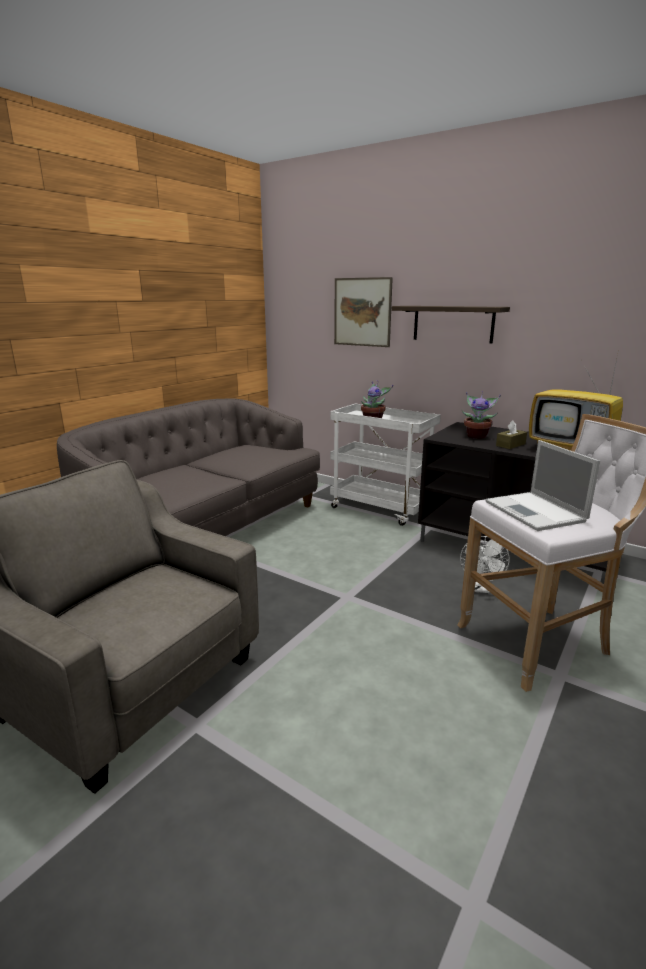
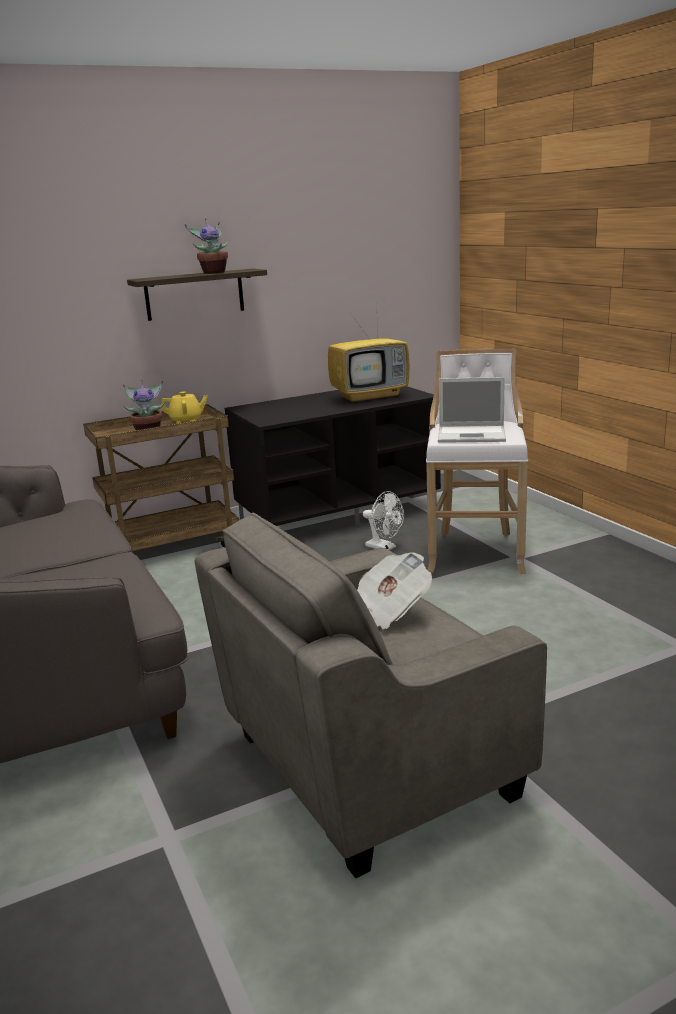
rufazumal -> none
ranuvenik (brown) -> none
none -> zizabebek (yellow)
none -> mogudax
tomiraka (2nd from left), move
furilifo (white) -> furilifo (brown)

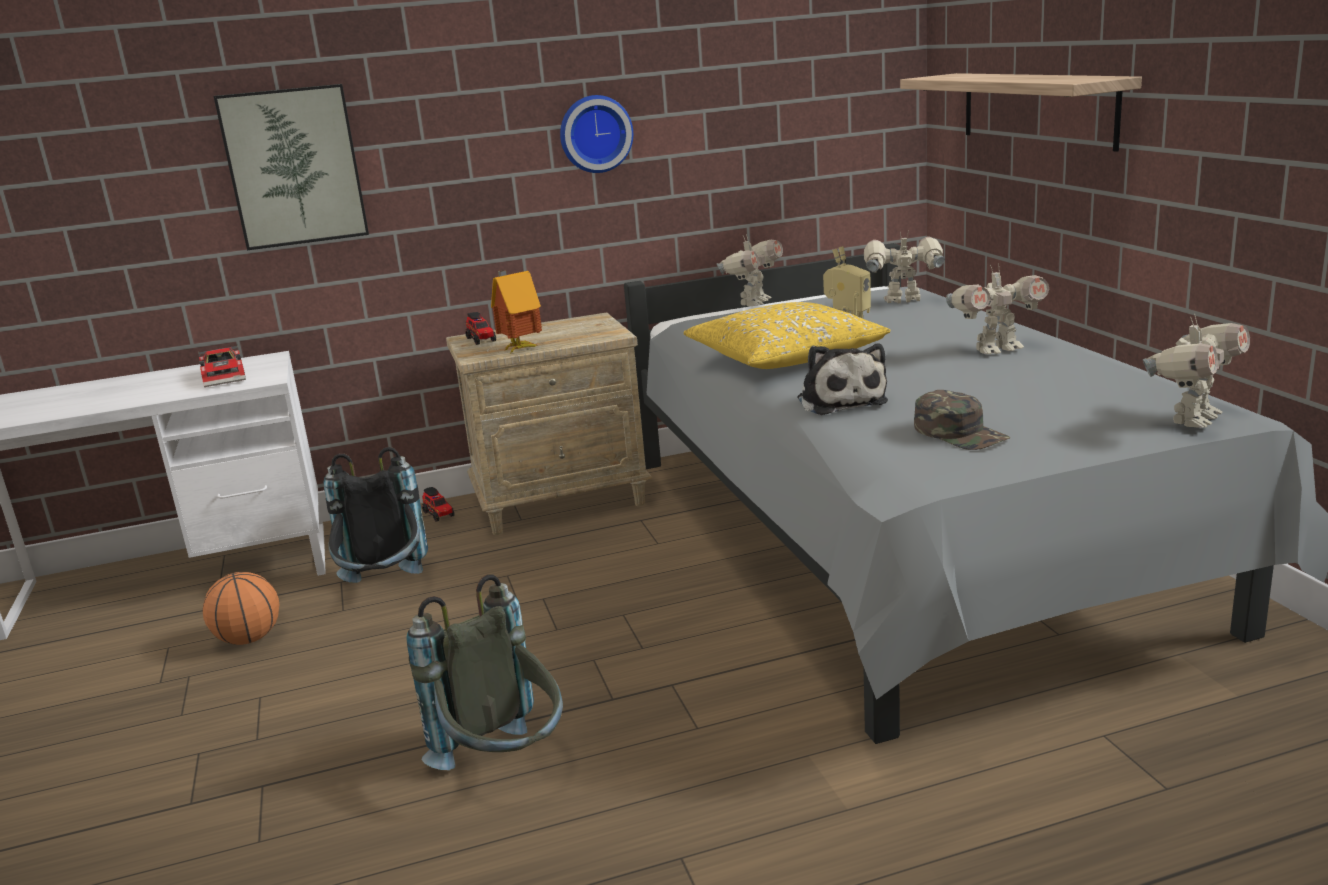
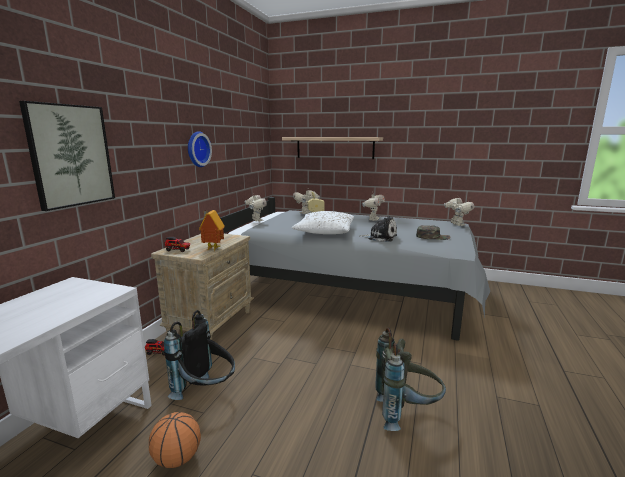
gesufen -> none
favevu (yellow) -> favevu (white)

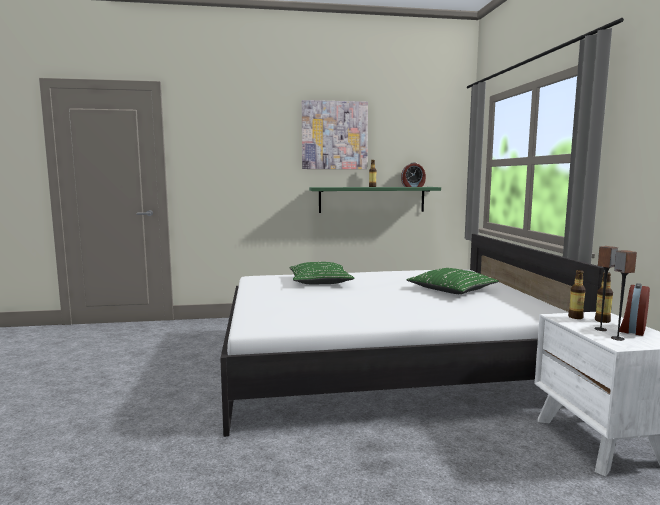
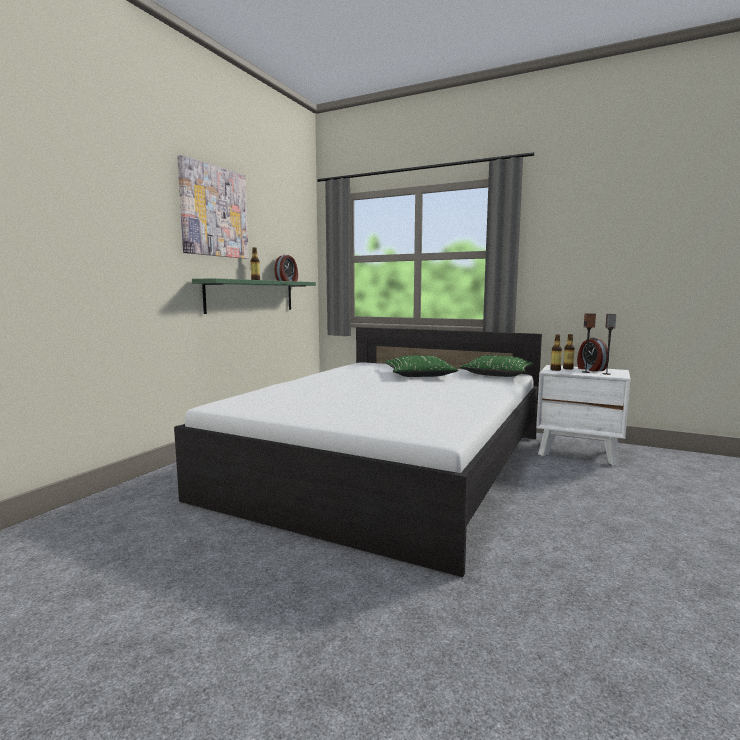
favevu (green) (1st from left in the first image) -> favevu (green) (2nd from left), move

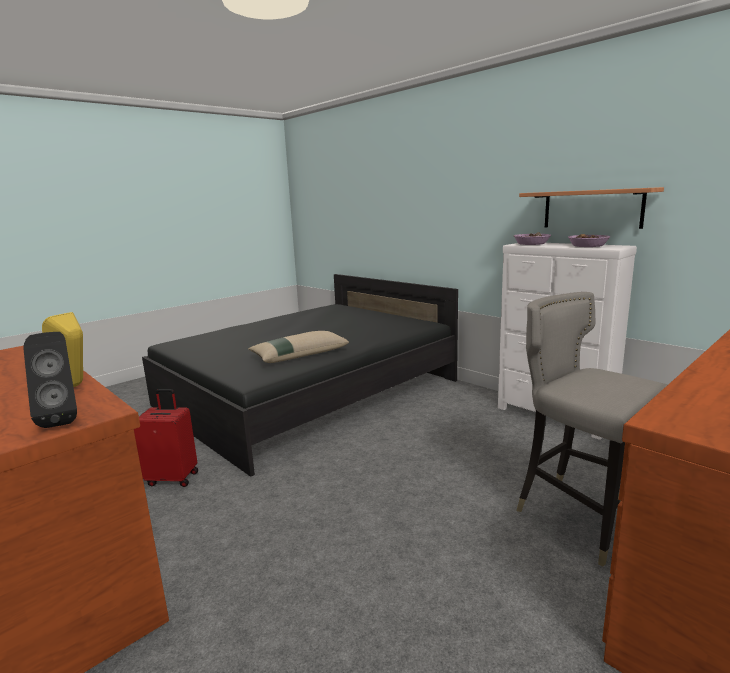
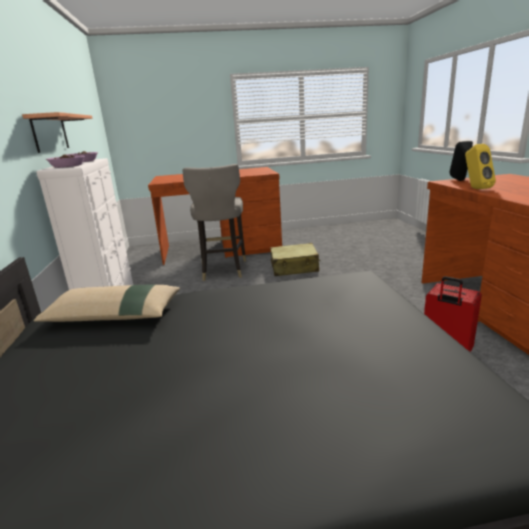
none -> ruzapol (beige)
favevu (beige), move

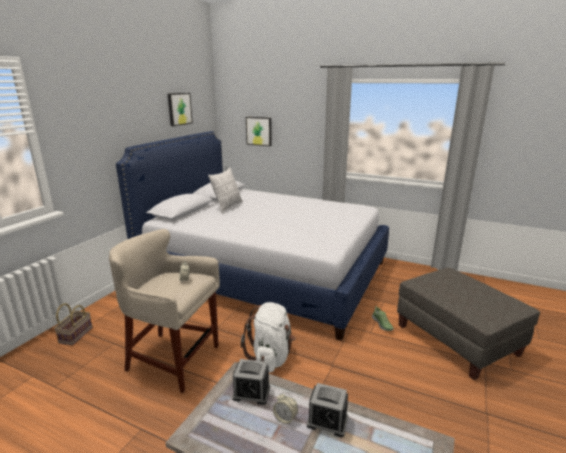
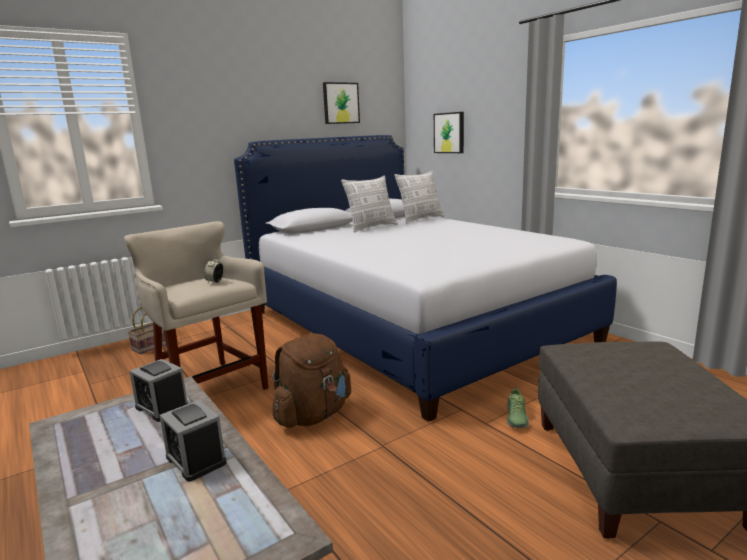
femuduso (3rd from left) -> none
none -> favevu (2nd from left)
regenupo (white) -> regenupo (brown)

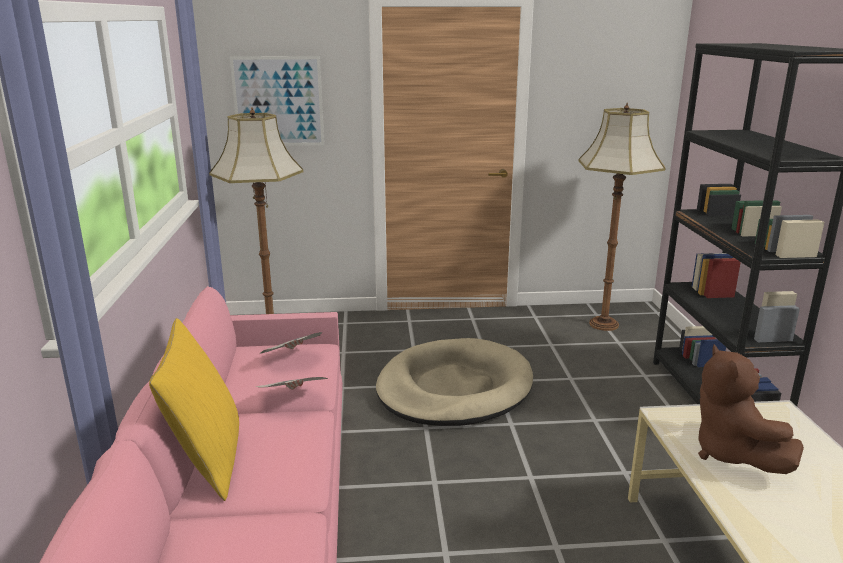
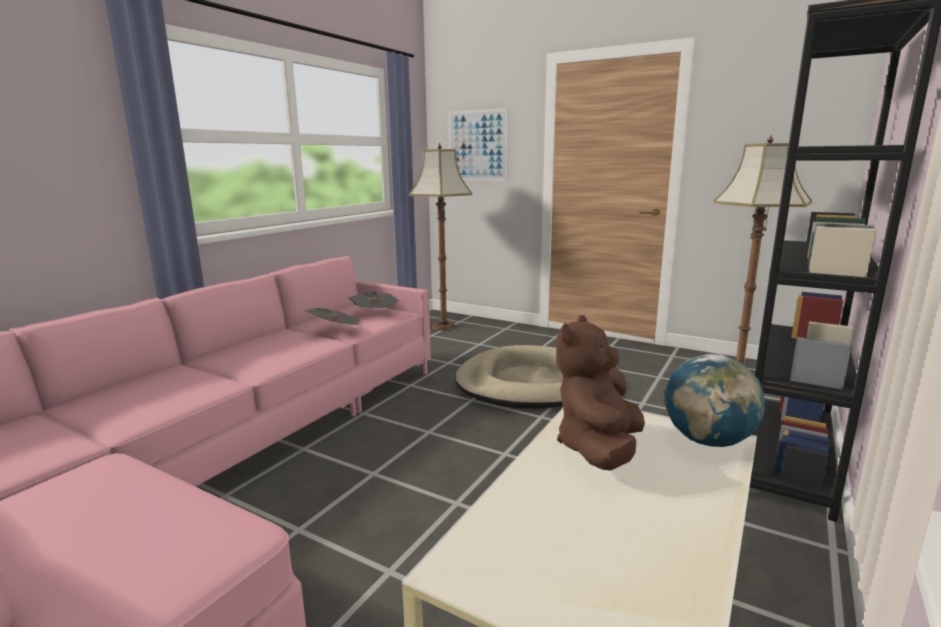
favevu (yellow) -> none
none -> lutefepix

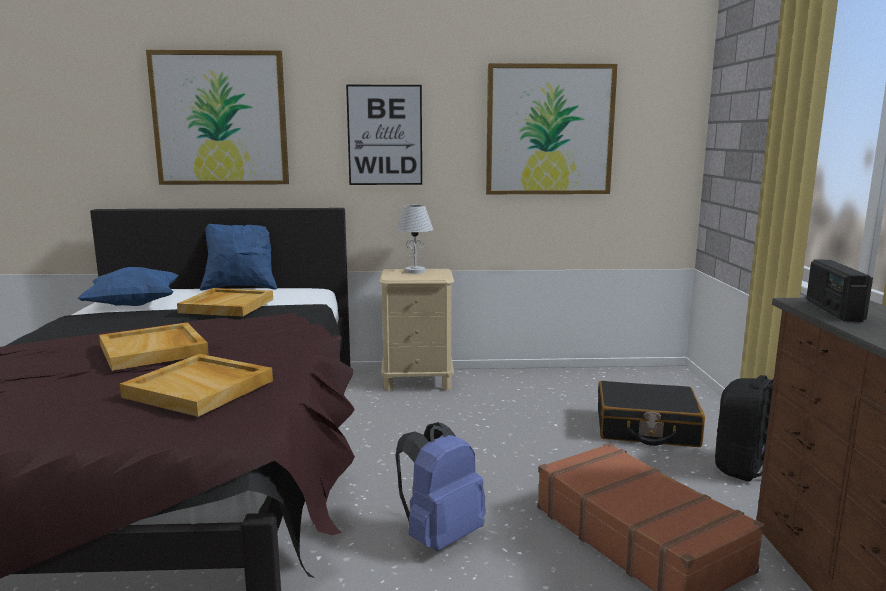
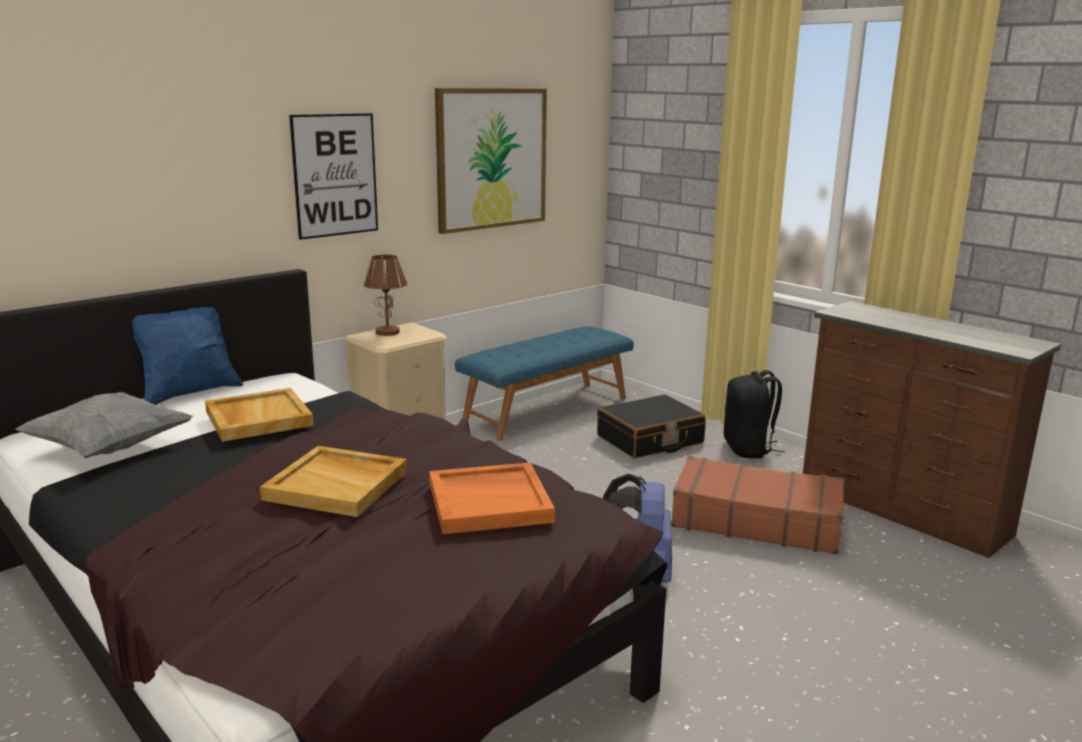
rufazumal (1st from left) -> none
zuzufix -> none
none -> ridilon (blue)
favevu (blue) (1st from left) -> favevu (grey)
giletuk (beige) (2nd from left) -> giletuk (orange)
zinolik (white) -> zinolik (brown)

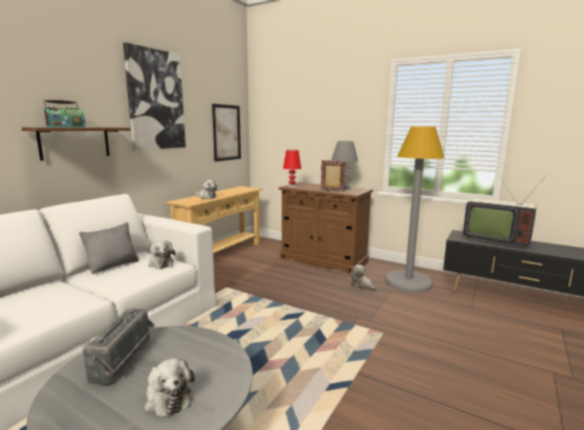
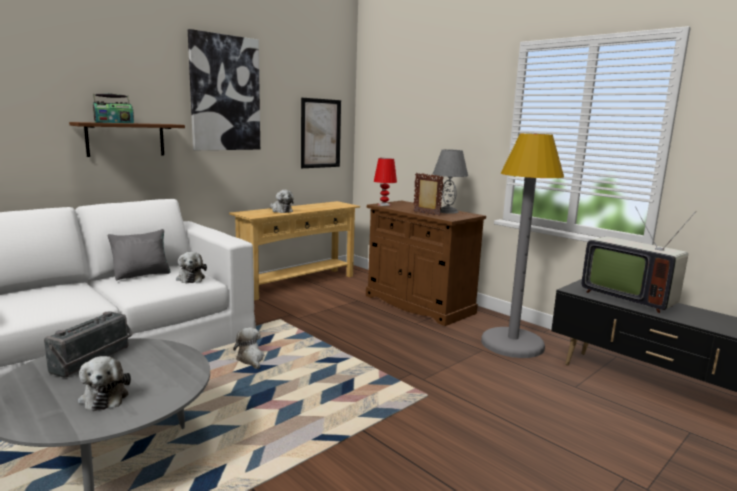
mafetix (4th from left in the first image) -> mafetix (3rd from left), move

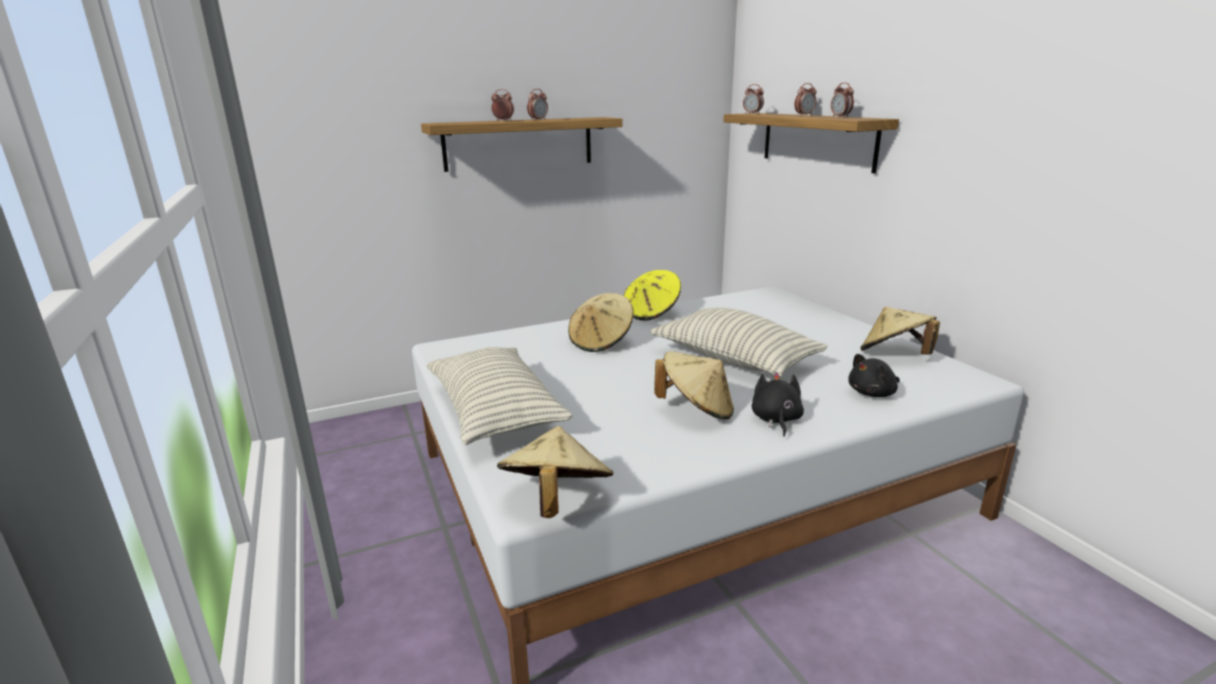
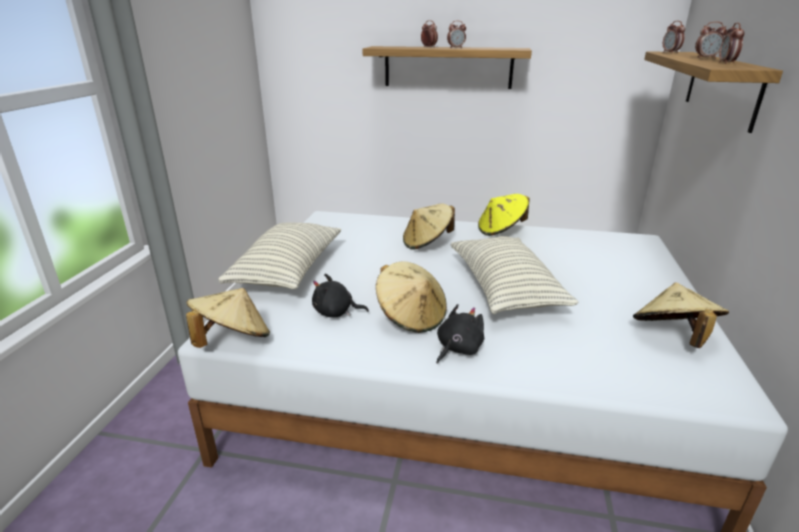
mafetix (black) (2nd from left in the first image) -> mafetix (black) (1st from left), move

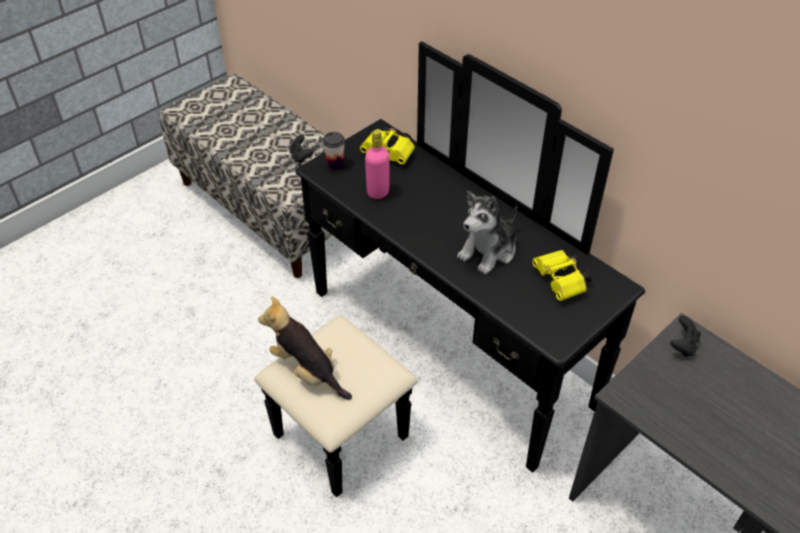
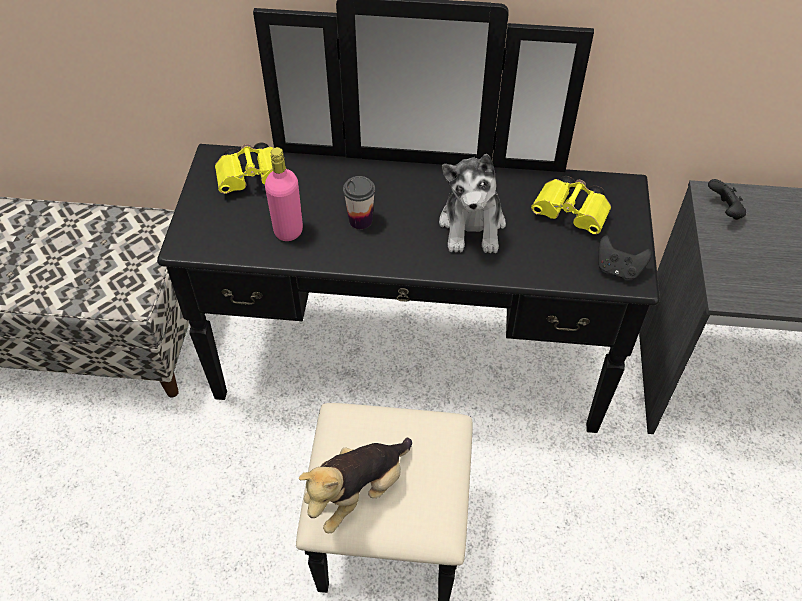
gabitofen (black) (1st from left), move
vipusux, move
mafetix (1st from left), 45 degrees counterclockwise

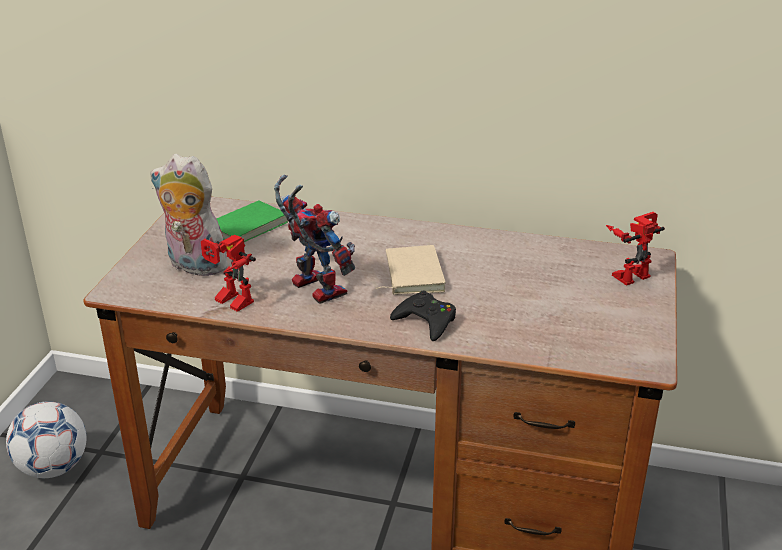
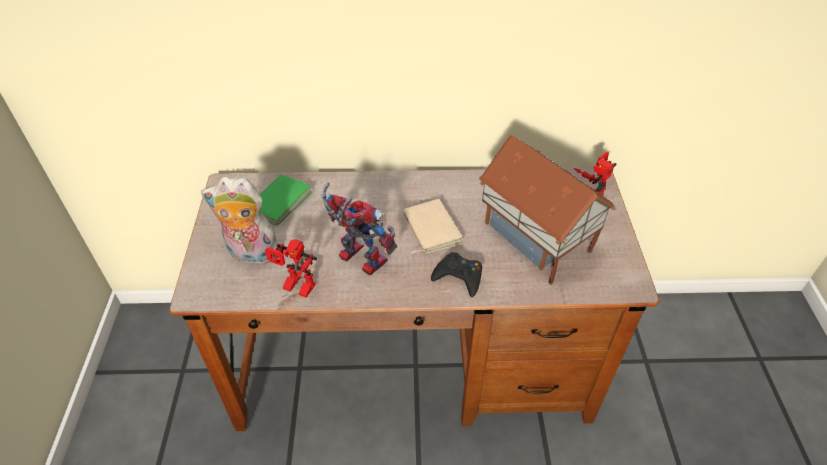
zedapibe -> none
none -> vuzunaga

